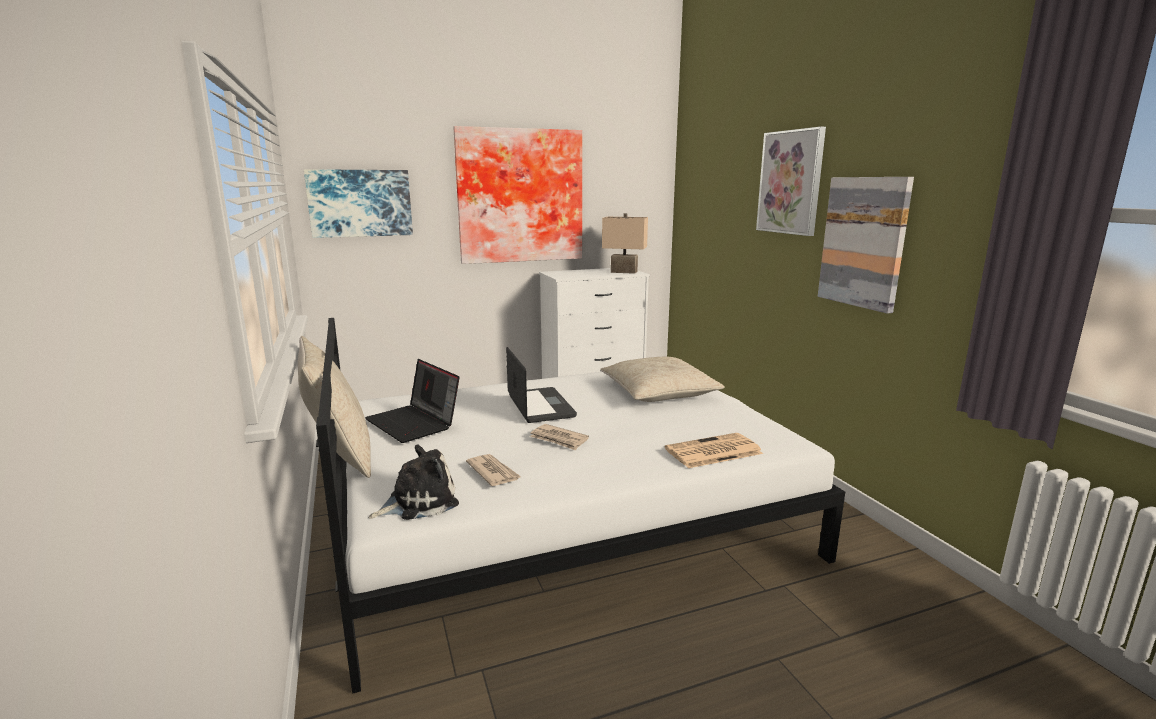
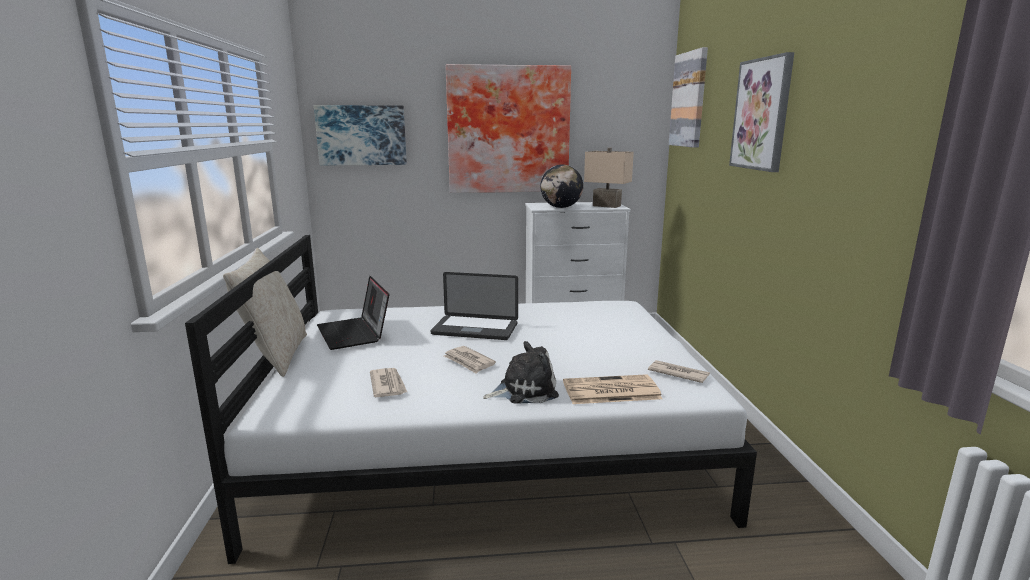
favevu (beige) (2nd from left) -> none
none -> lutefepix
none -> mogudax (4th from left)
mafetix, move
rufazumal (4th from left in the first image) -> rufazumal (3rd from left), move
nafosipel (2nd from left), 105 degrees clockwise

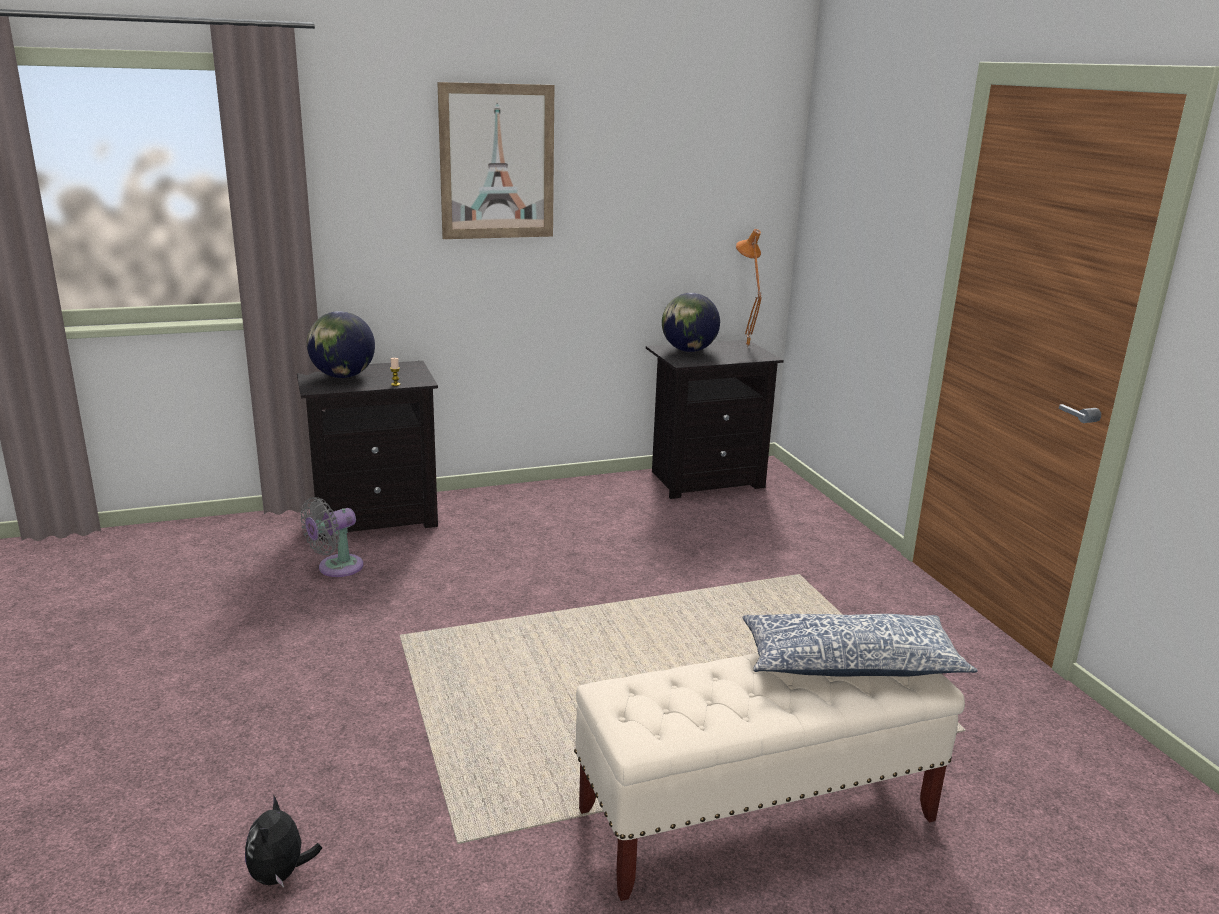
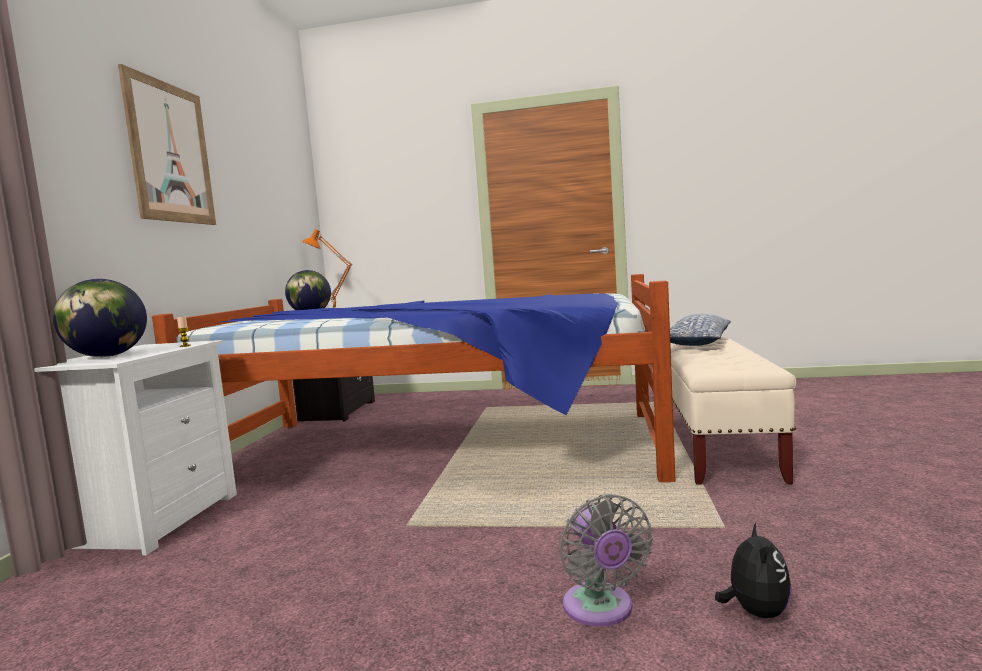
none -> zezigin
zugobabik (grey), move
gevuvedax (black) (1st from left) -> gevuvedax (white)
mafetix, 105 degrees counterclockwise

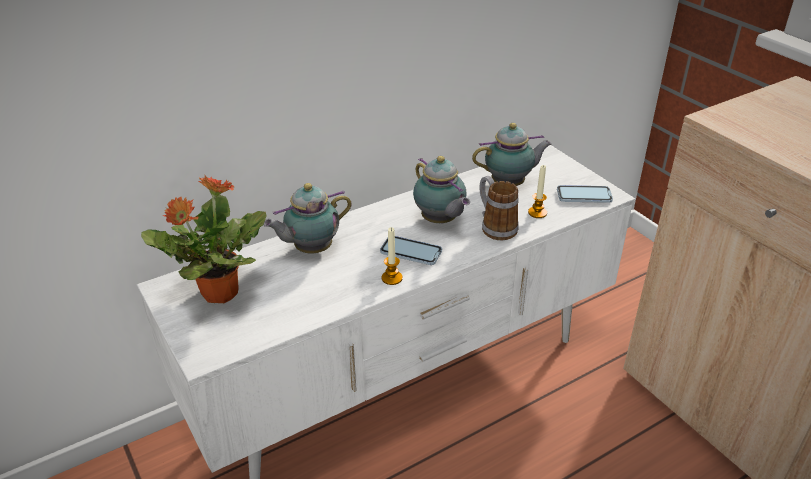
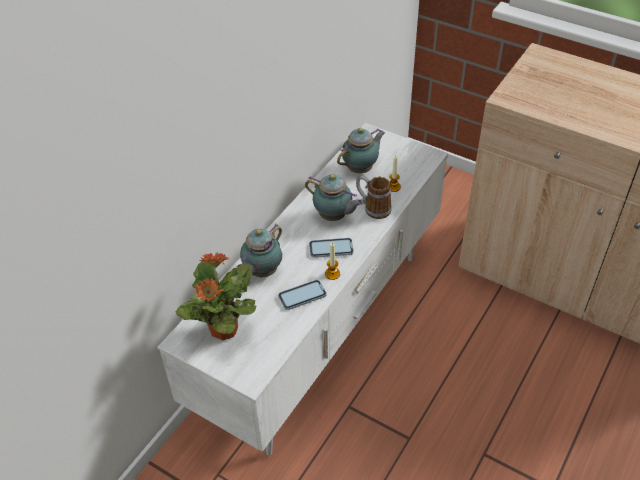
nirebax (2nd from left in the first image) -> nirebax (1st from left), move

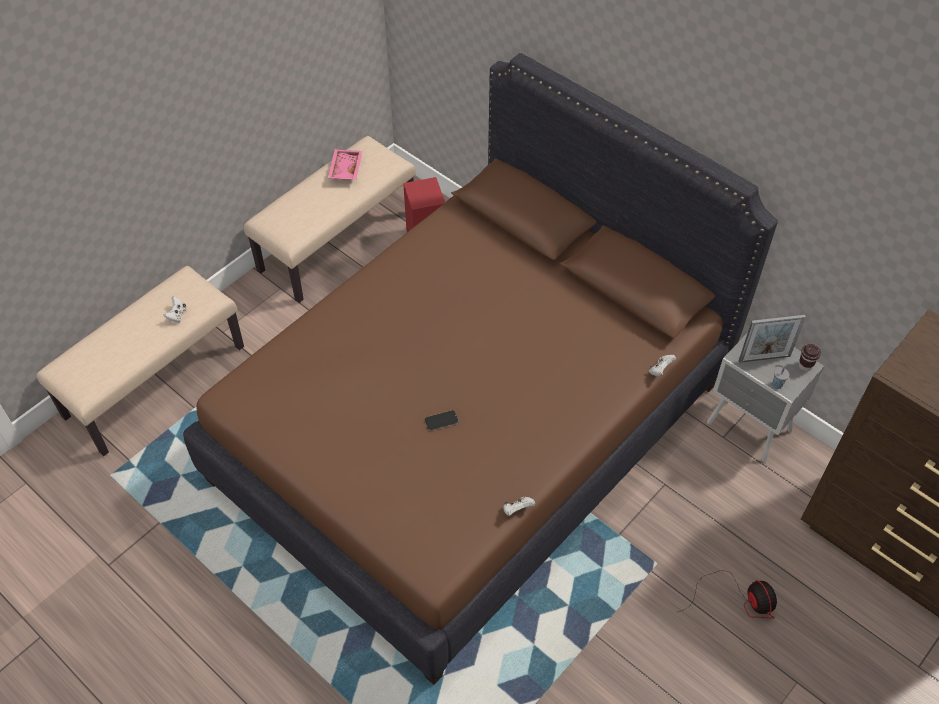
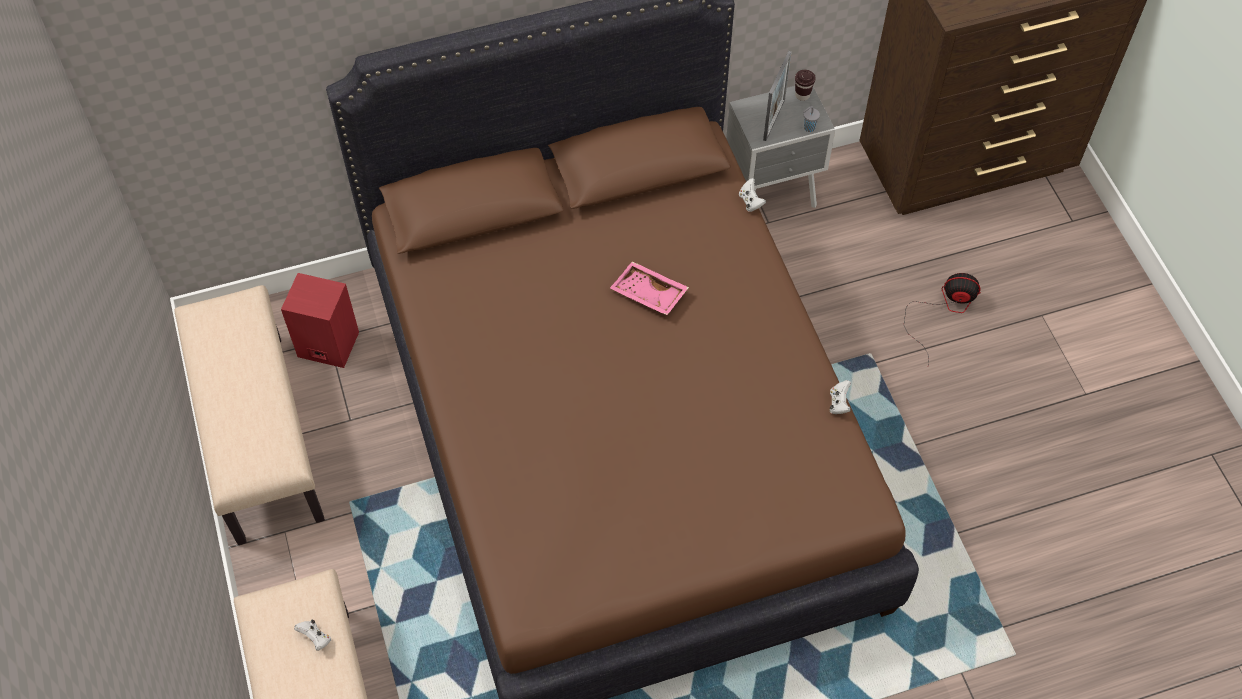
nirebax -> none
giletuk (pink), move

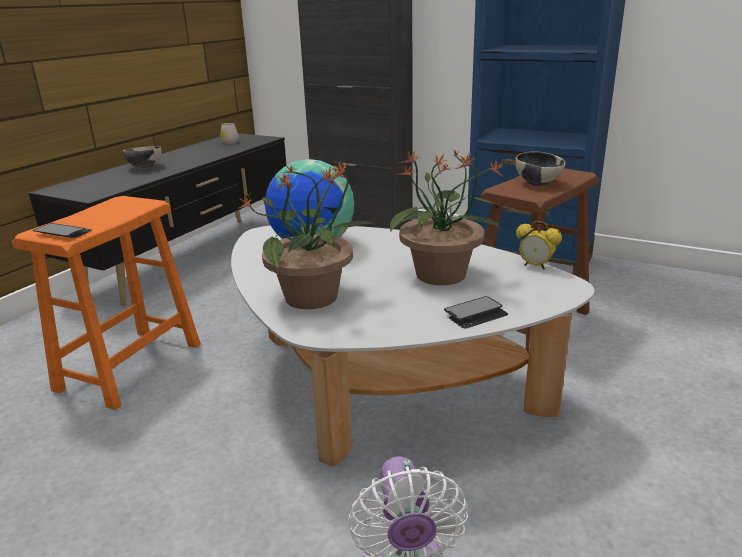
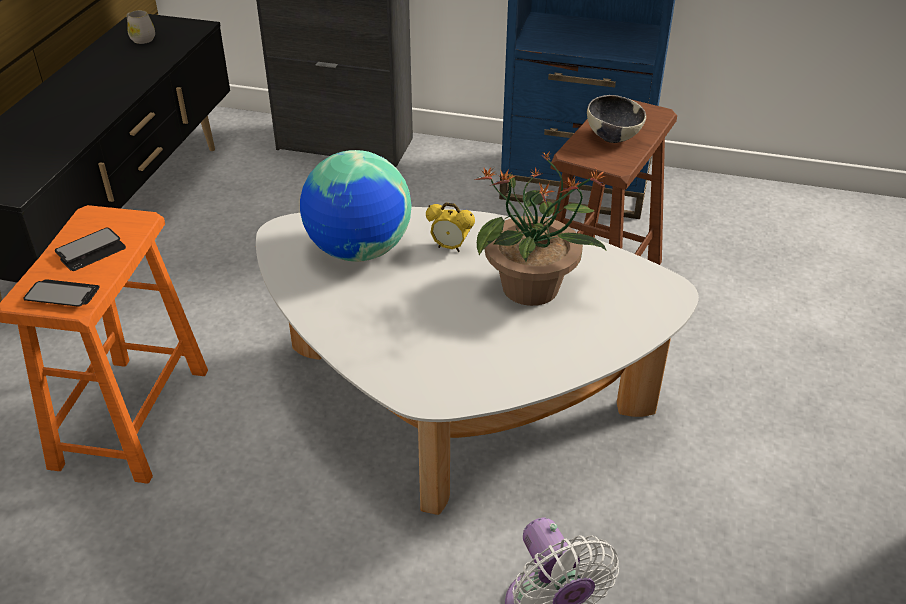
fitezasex (1st from left) -> none
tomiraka (1st from left) -> none
nirebax (2nd from left), move
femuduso, move

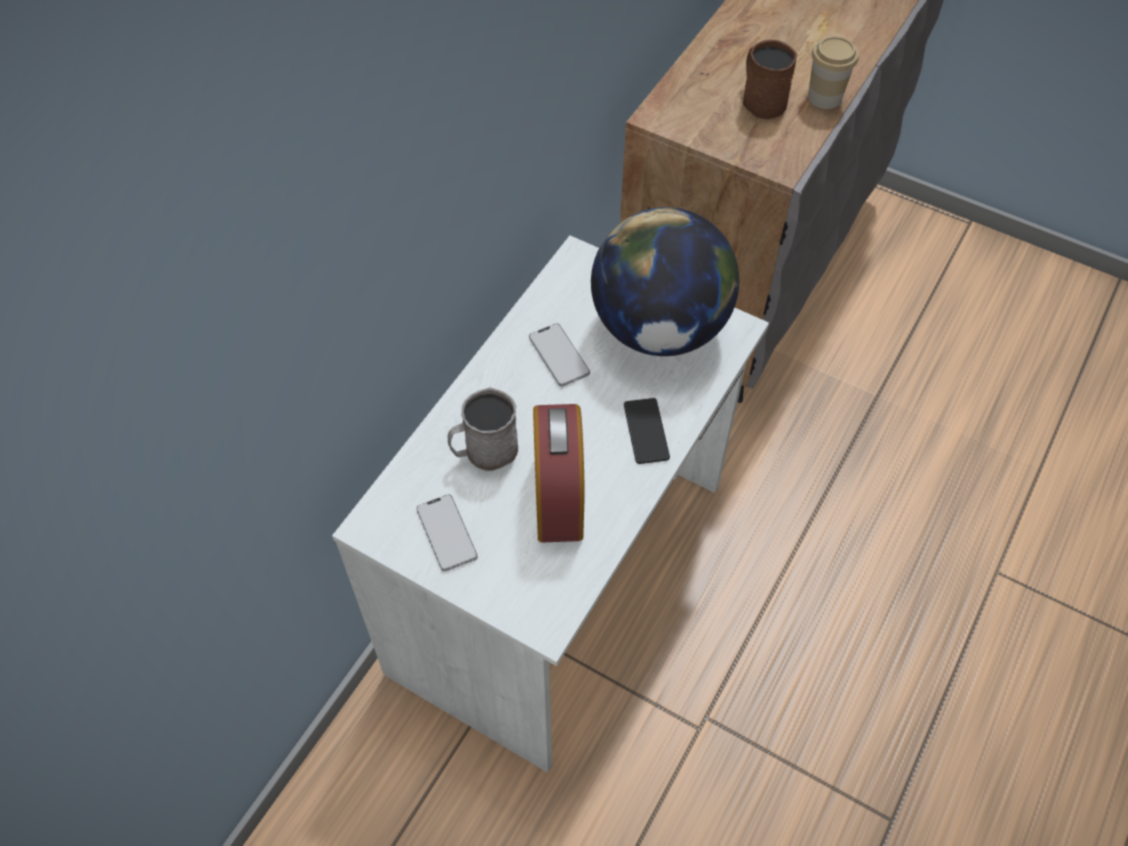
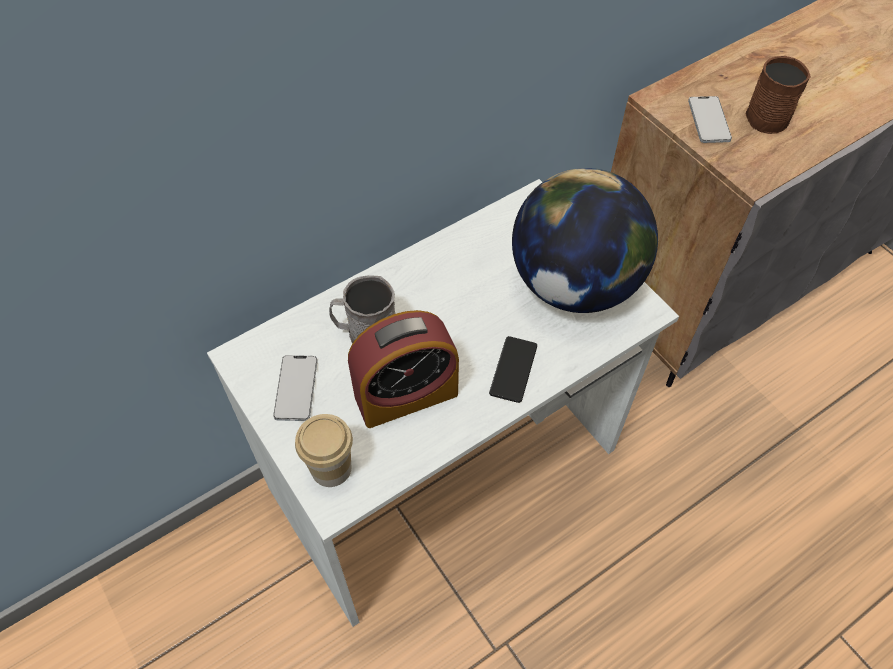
nirebax (2nd from left in the first image) -> nirebax (3rd from left), move
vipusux, move
femuduso, 135 degrees counterclockwise

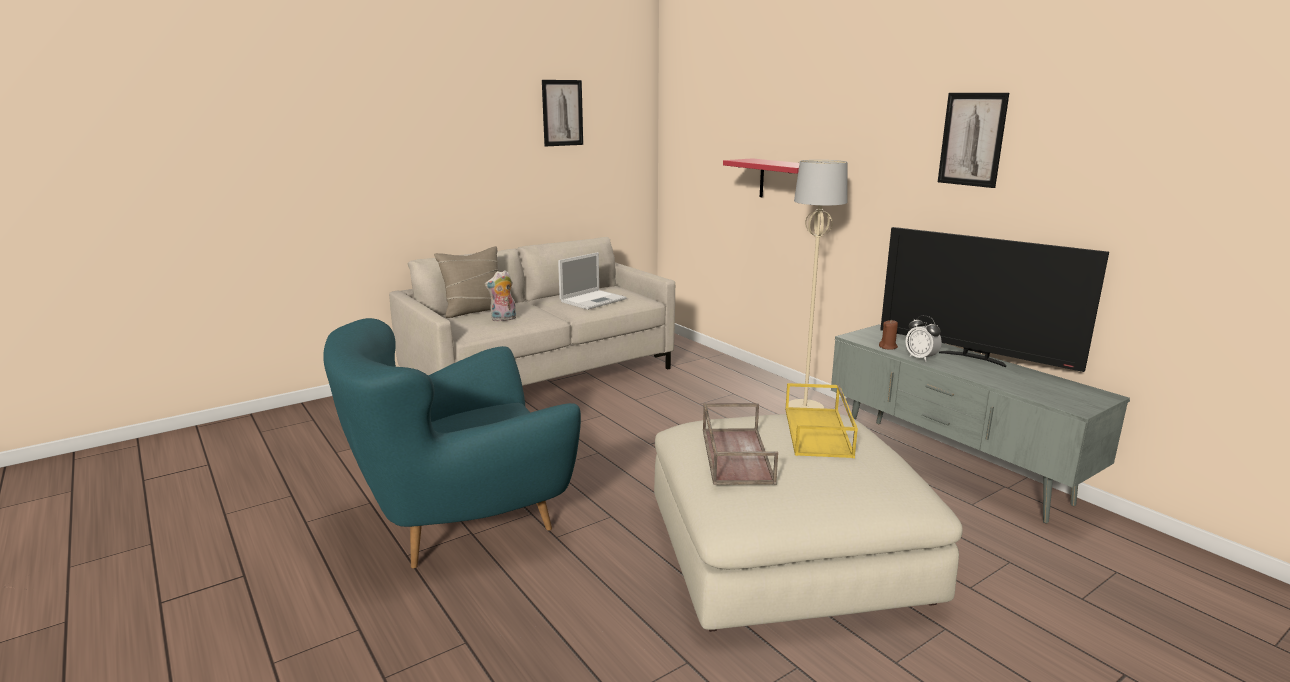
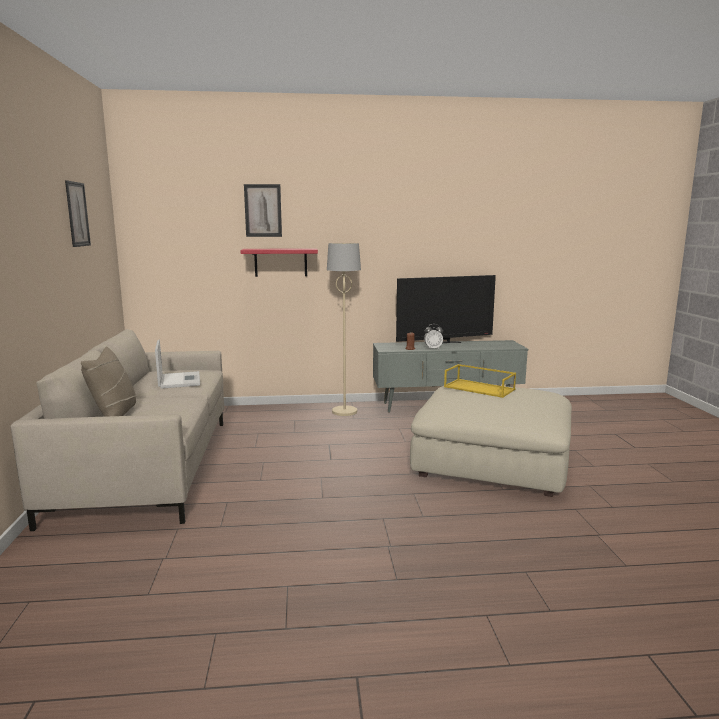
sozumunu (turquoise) -> none
mafetix -> none
giletuk (brown) -> none
rufazumal (2nd from left), move

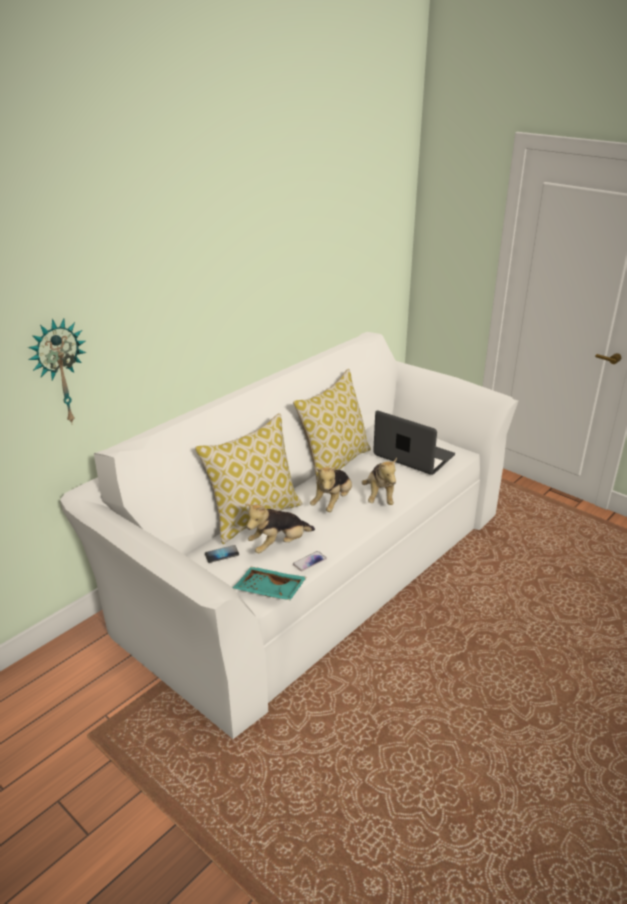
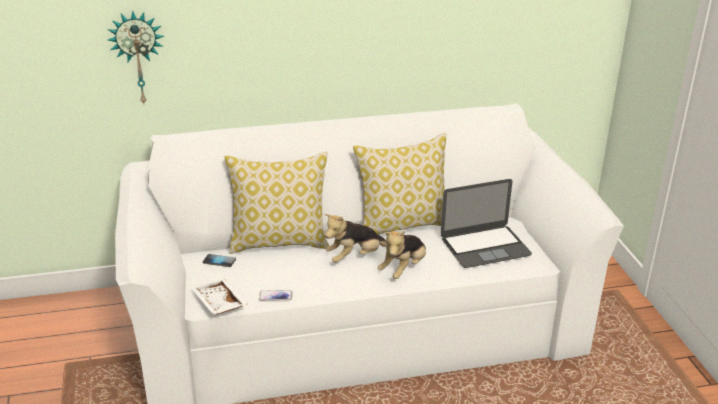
mafetix (1st from left) -> none
giletuk (turquoise) -> giletuk (white)
nafosipel, 90 degrees clockwise

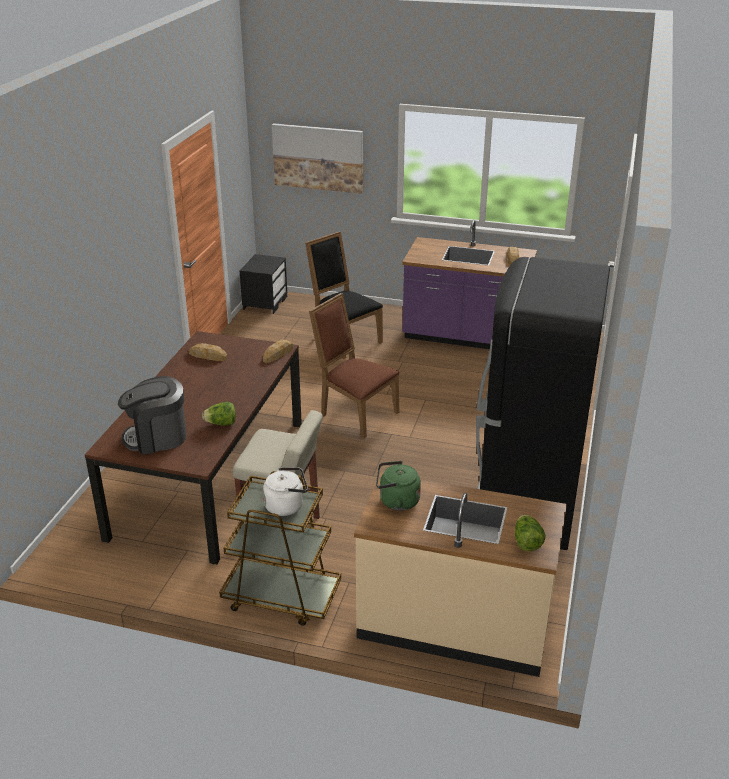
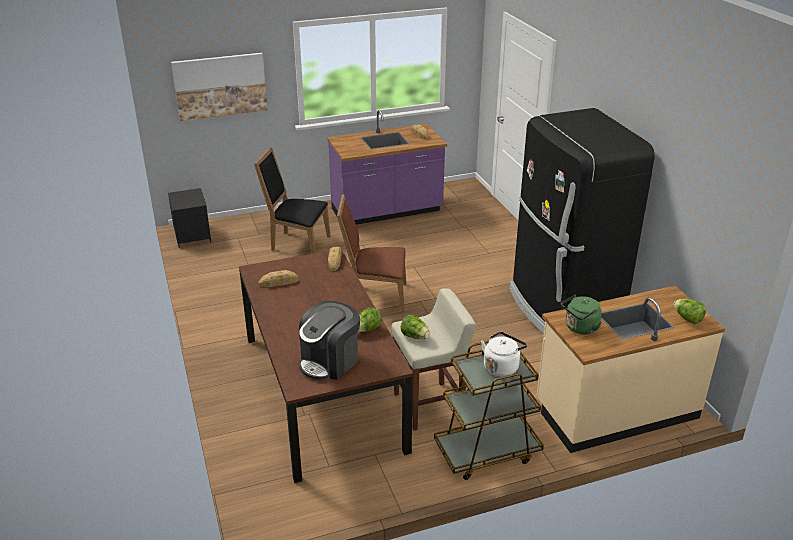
none -> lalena (2nd from left)

